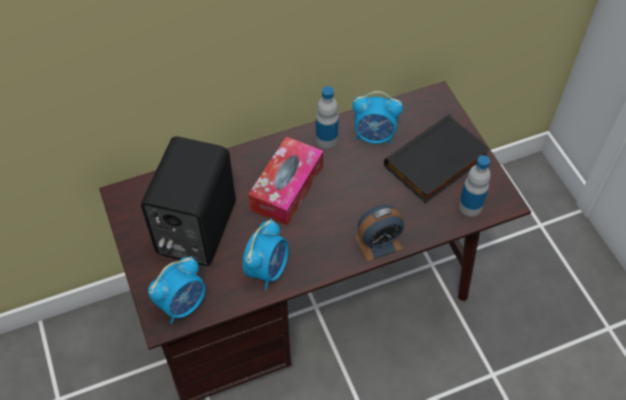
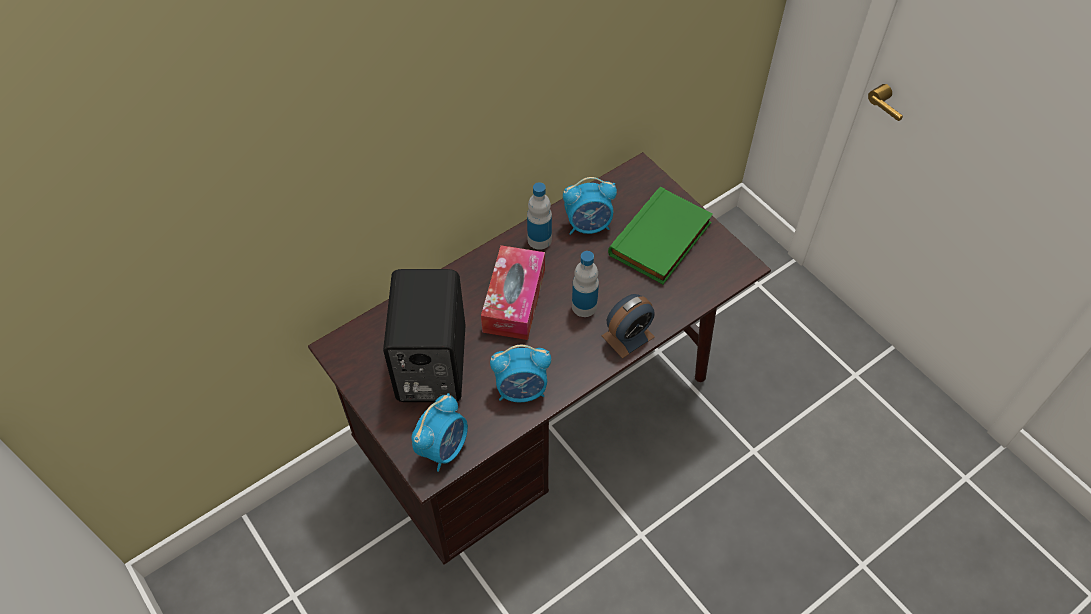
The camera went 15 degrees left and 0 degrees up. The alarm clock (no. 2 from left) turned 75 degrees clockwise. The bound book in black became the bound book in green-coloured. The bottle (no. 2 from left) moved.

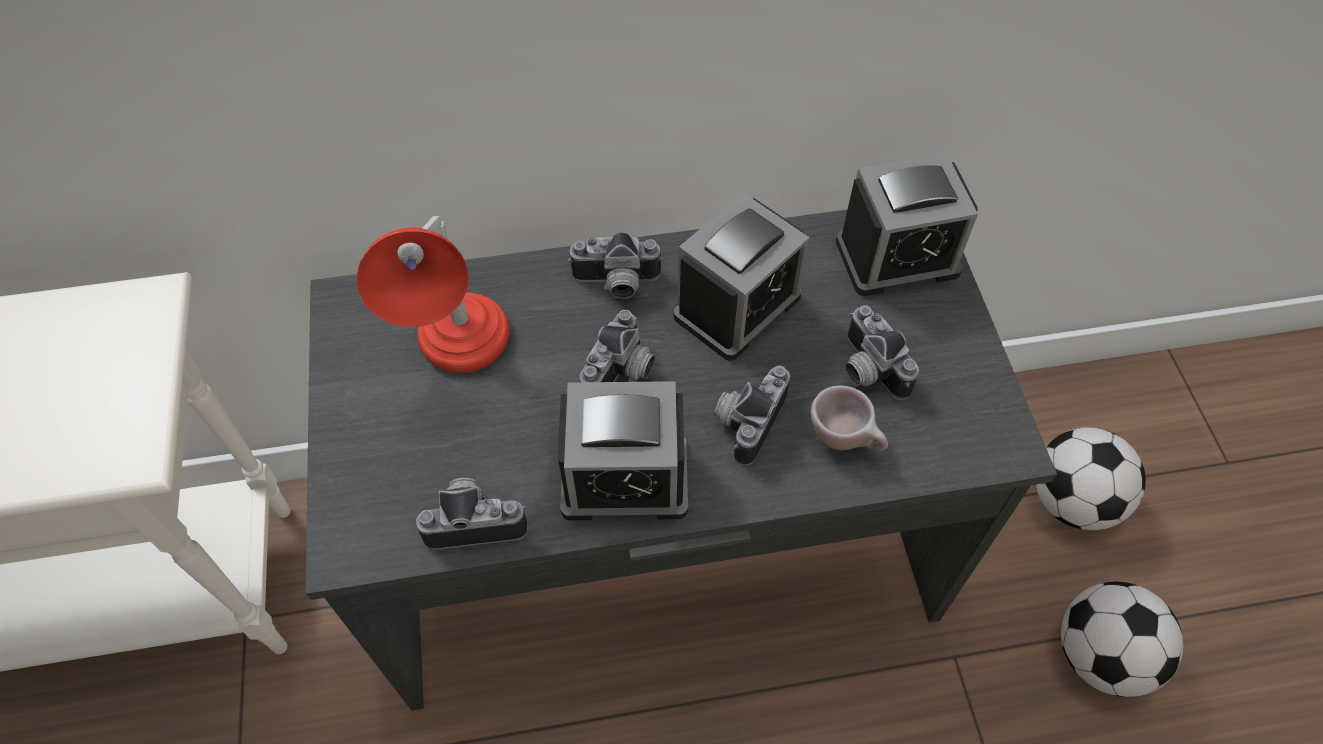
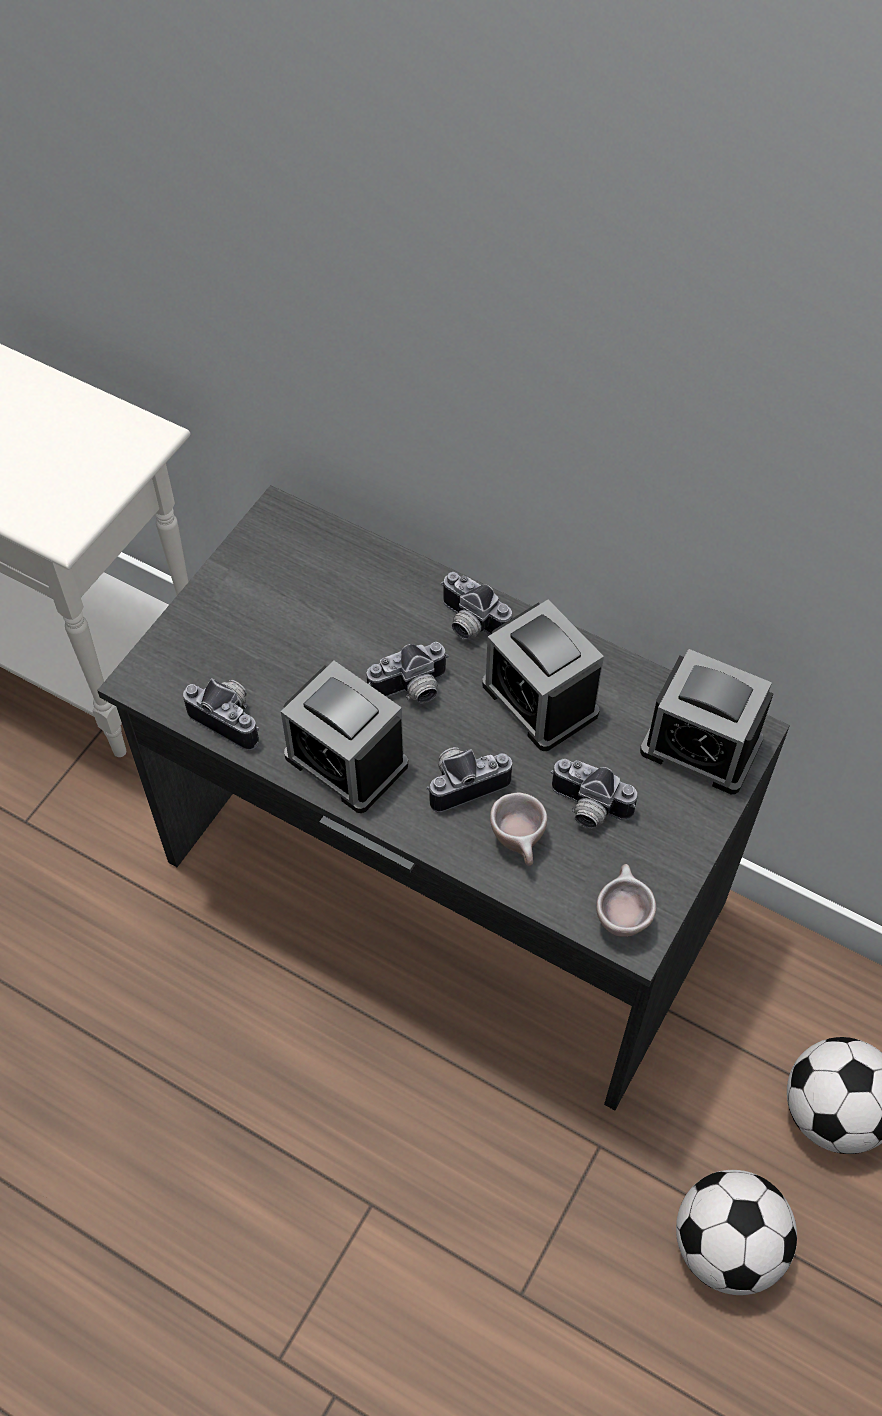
The camera went 40 degrees right and 0 degrees up. The lamp for a table in red disappeared. The alarm clock (no. 2 from left) turned 60 degrees clockwise. The photo camera (no. 5 from left) turned 75 degrees counterclockwise. The cup in beige-coloured (no. 2 from left) appeared.

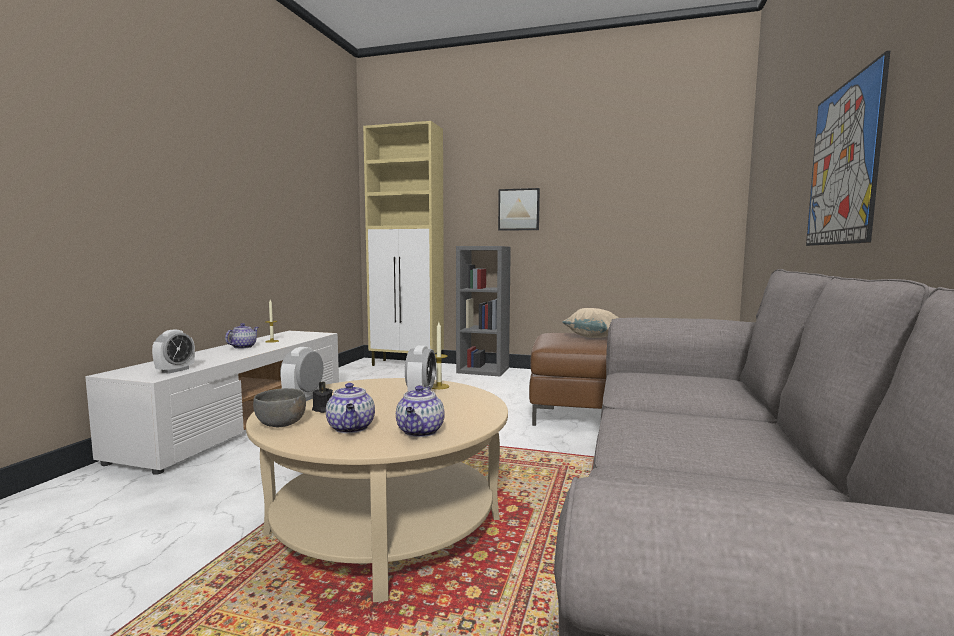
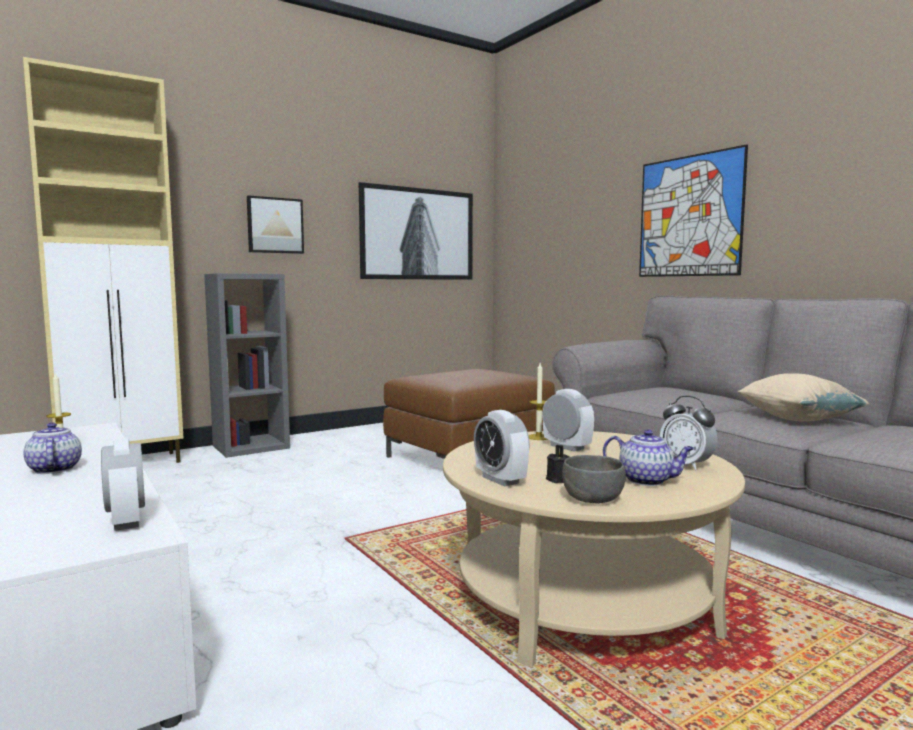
The camera went 50 degrees left and 0 degrees up. The pot for tea (no. 3 from left) was replaced by the alarm clock (no. 4 from left). The cushion in beige-coloured moved. The wall picture (no. 2 from left) appeared.

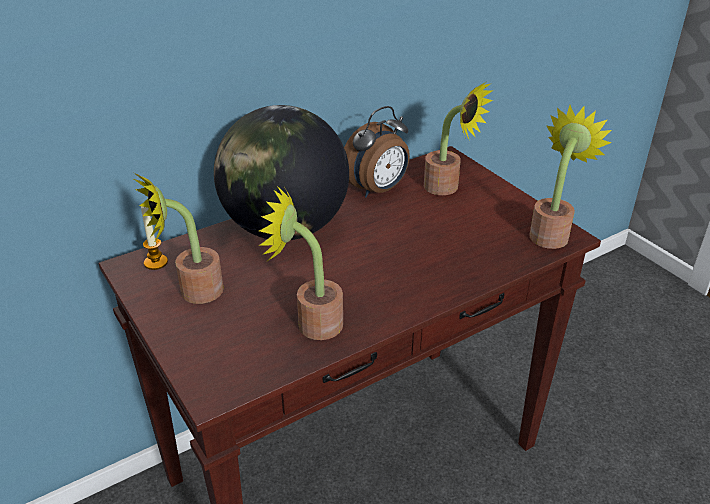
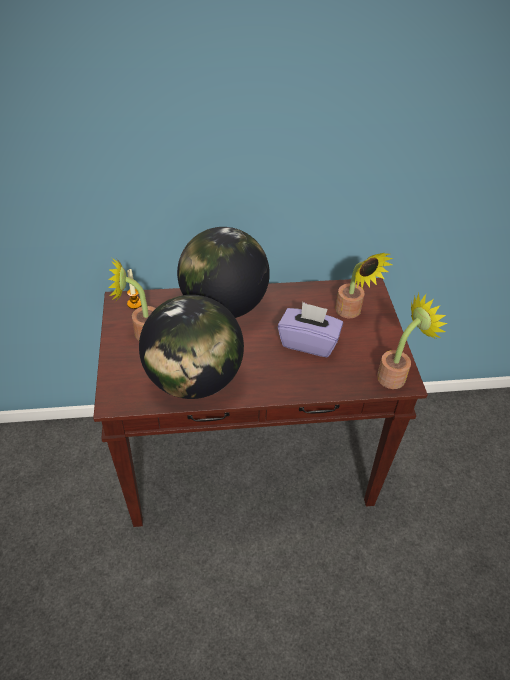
The camera went 25 degrees right and 10 degrees up. The houseplant (no. 2 from left) was replaced by the desk globe (no. 1 from left). The alarm clock disappeared. The box of tissues in purple-coloured appeared.

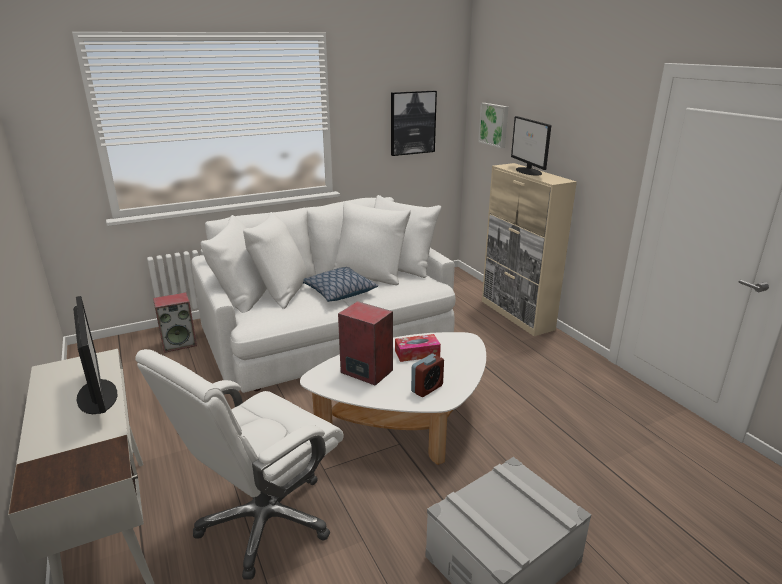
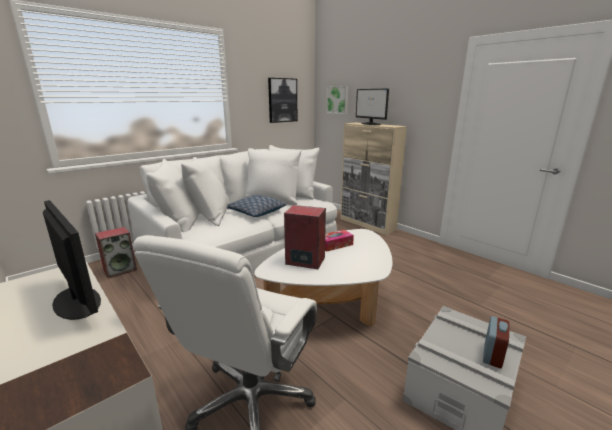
The camera went 15 degrees left and 5 degrees down. The alarm clock moved.

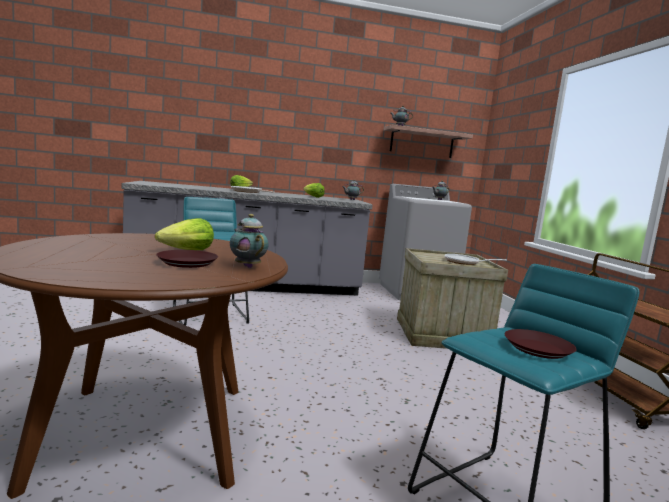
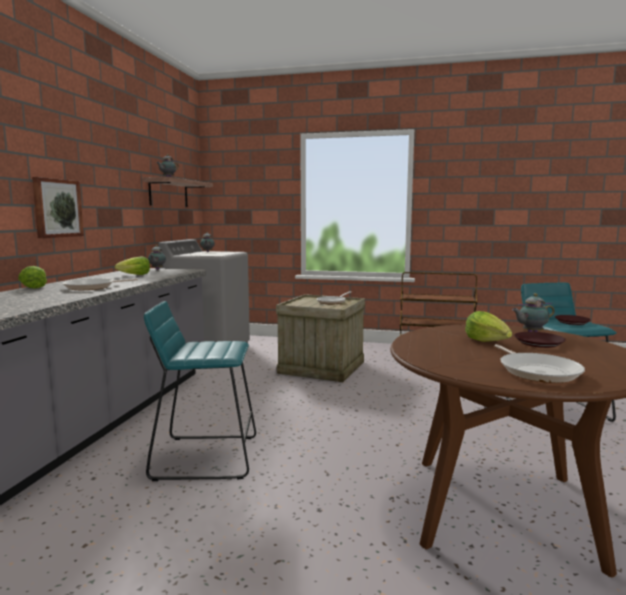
The camera went 65 degrees left and 0 degrees up. The wall picture appeared. The pan (no. 3 from left) appeared.

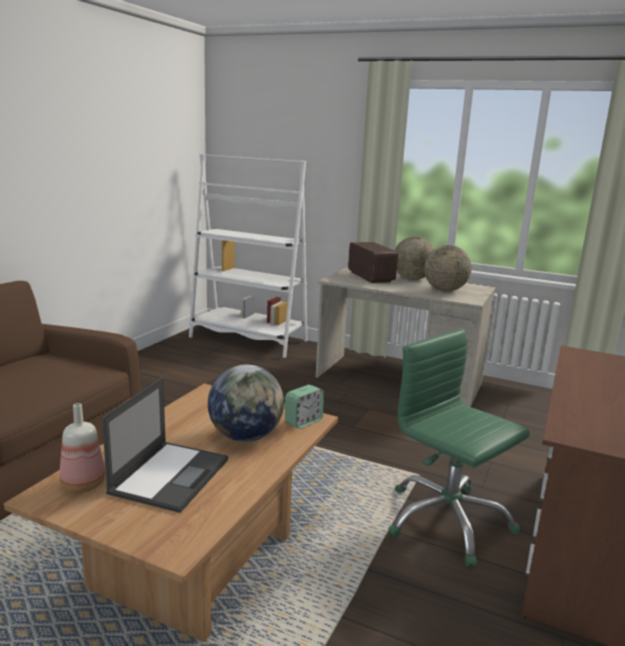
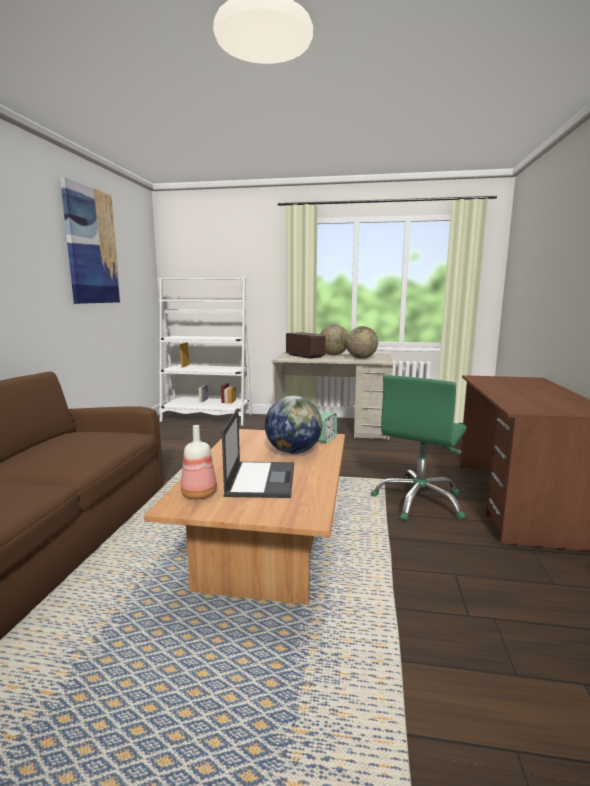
The camera went 15 degrees left and 5 degrees down. The desk chair in green-coloured turned 90 degrees counterclockwise. The wall picture appeared.

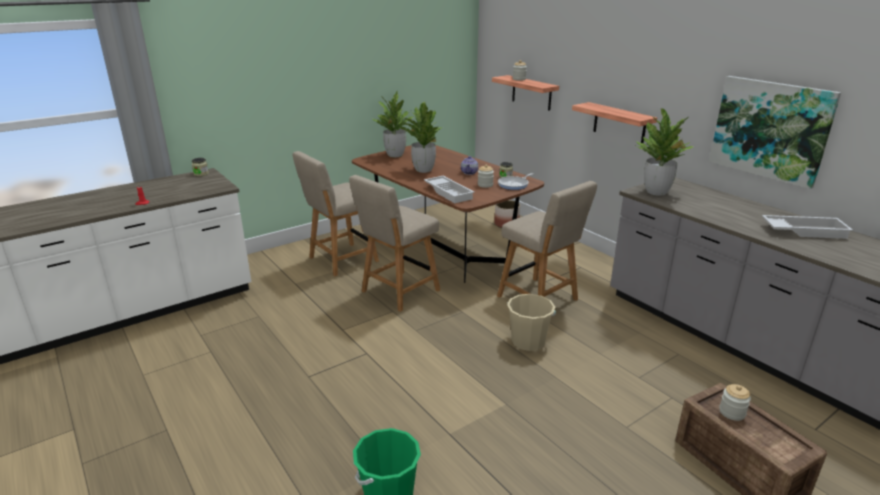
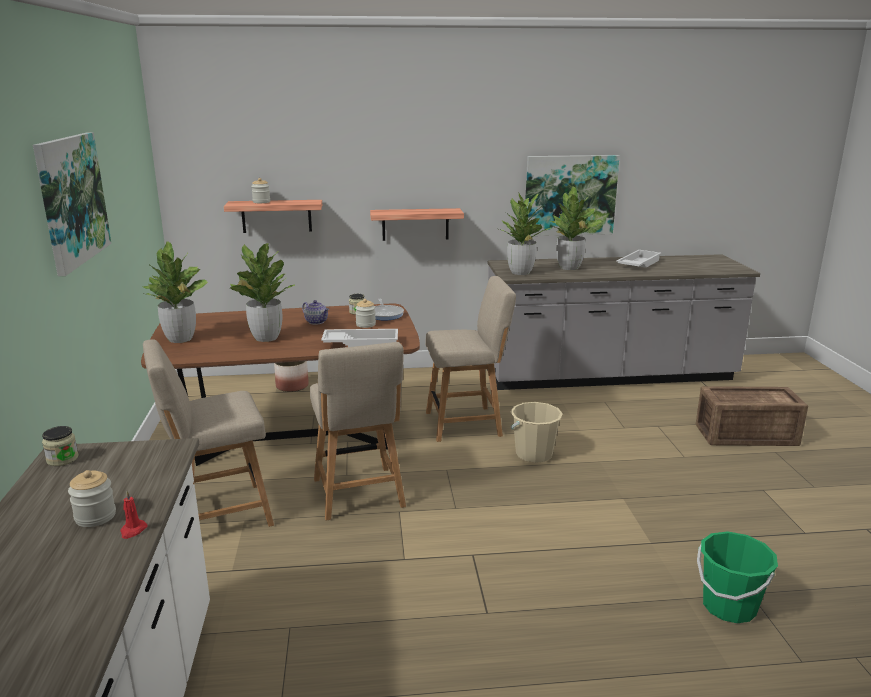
The camera went 60 degrees left and 5 degrees down. The upright chair in beige-coloured (no. 1 from left) turned 75 degrees clockwise. The storage jar (no. 5 from left in the first image) moved. The wall picture (no. 1 from left) appeared. The houseplant (no. 4 from left) appeared.

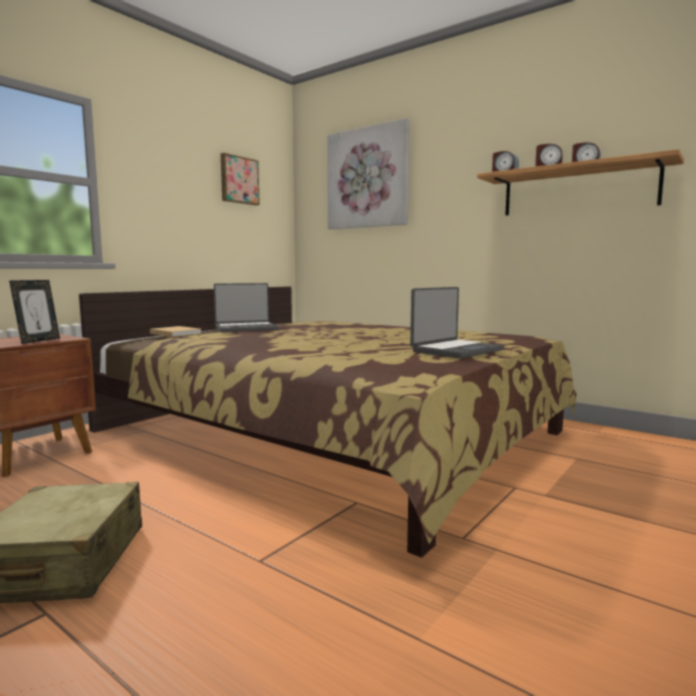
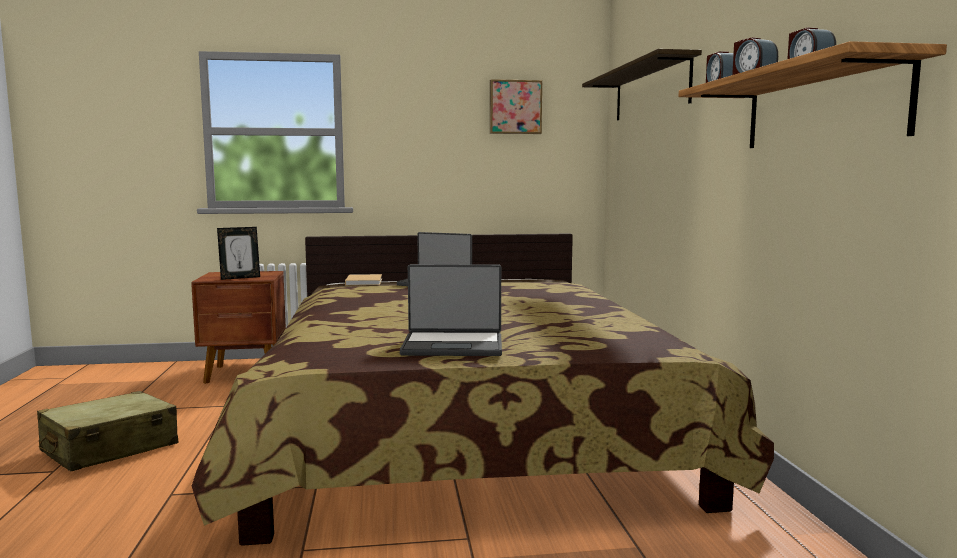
The camera went 45 degrees right and 0 degrees up. The wall picture (no. 2 from left) was replaced by the bracket shelf (no. 1 from left).

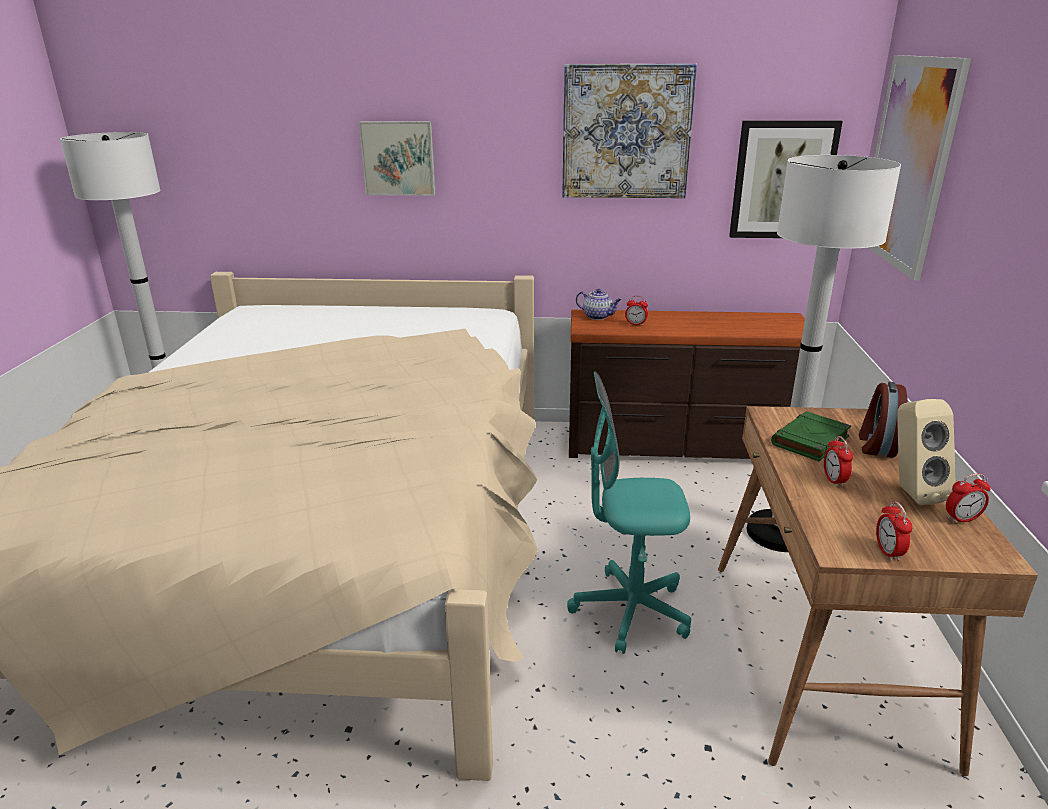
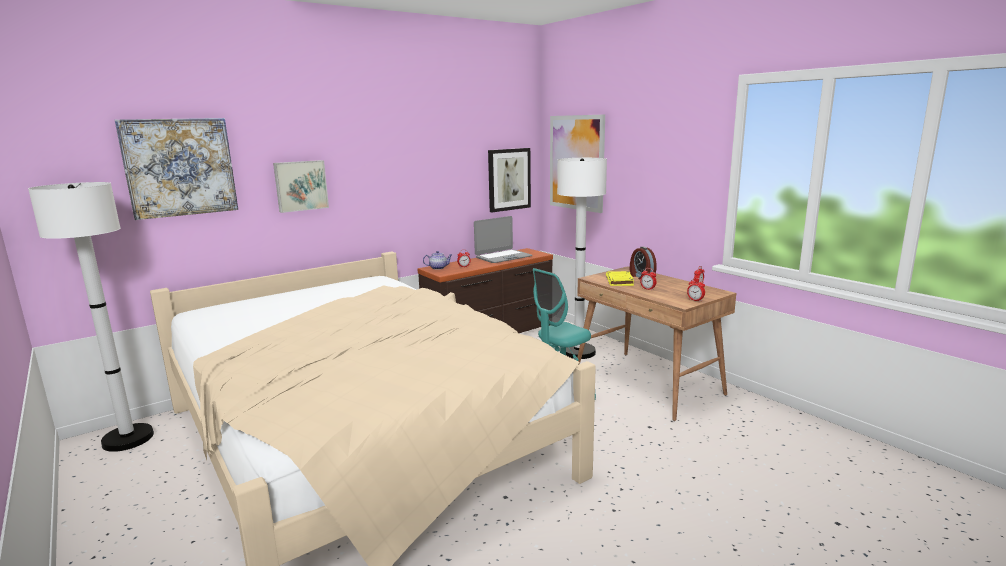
The camera went 40 degrees left and 10 degrees down. The wall picture (no. 2 from left in the first image) moved. The bound book in green-coloured became the bound book in yellow-coloured. The speaker in beige-coloured disappeared. The laptop appeared.

